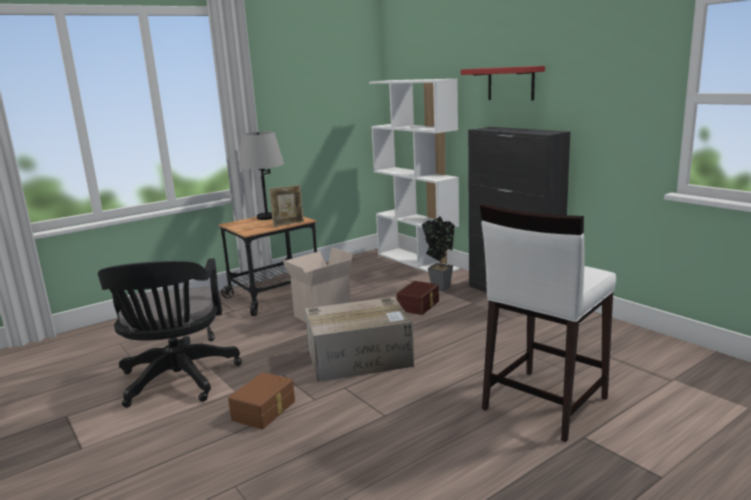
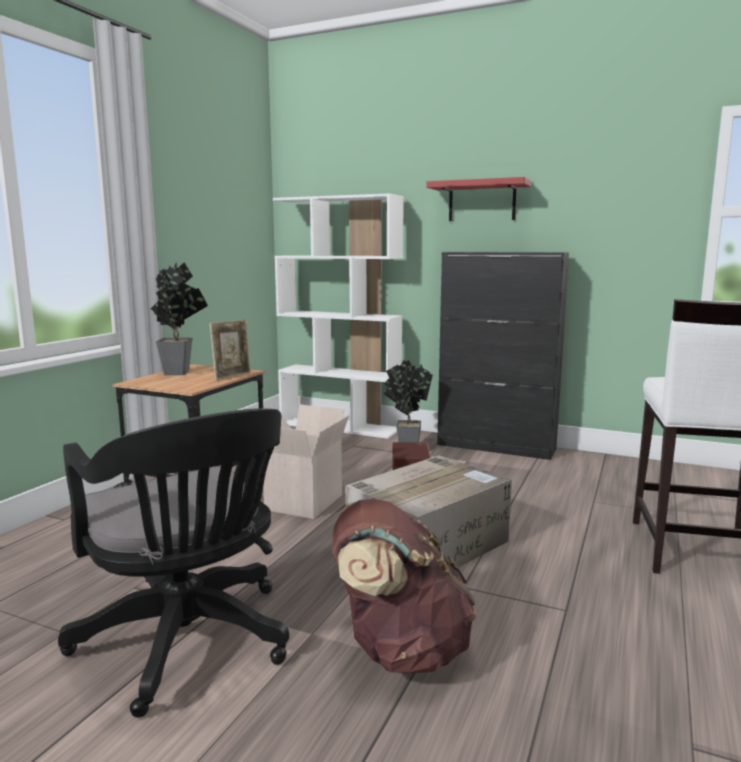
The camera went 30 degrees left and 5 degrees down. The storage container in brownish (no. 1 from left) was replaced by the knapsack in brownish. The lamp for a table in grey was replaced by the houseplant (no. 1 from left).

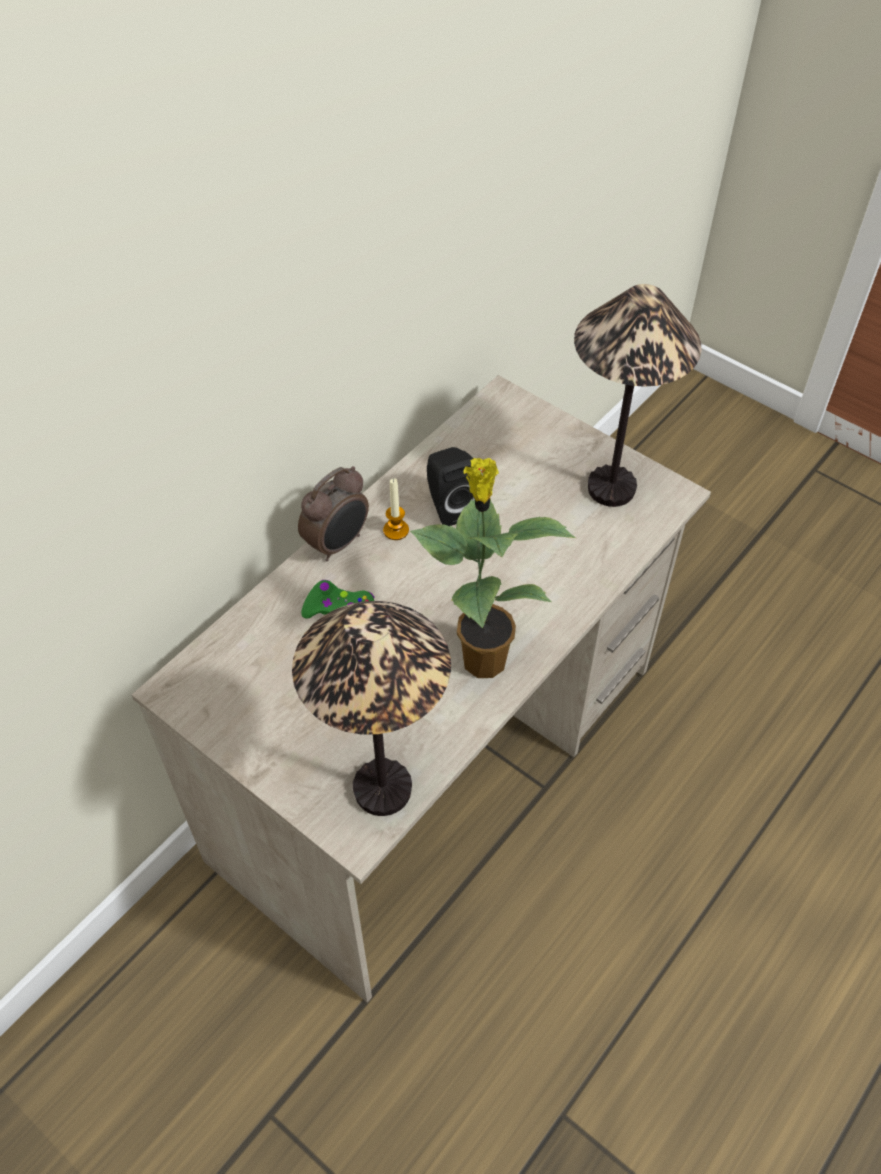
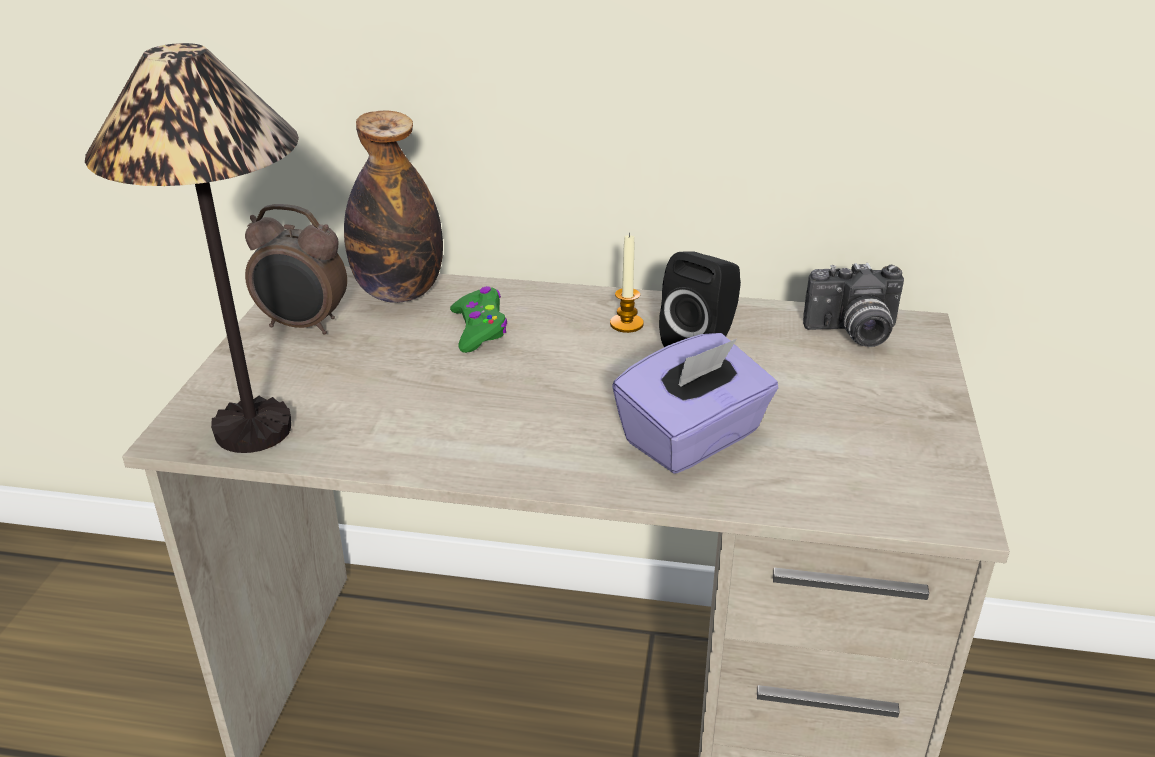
The camera went 60 degrees right and 20 degrees down. The alarm clock moved. The houseplant disappeared. The lamp for a table (no. 2 from left) disappeared. The bottle appeared. The box of tissues in purple-coloured appeared. The photo camera appeared.

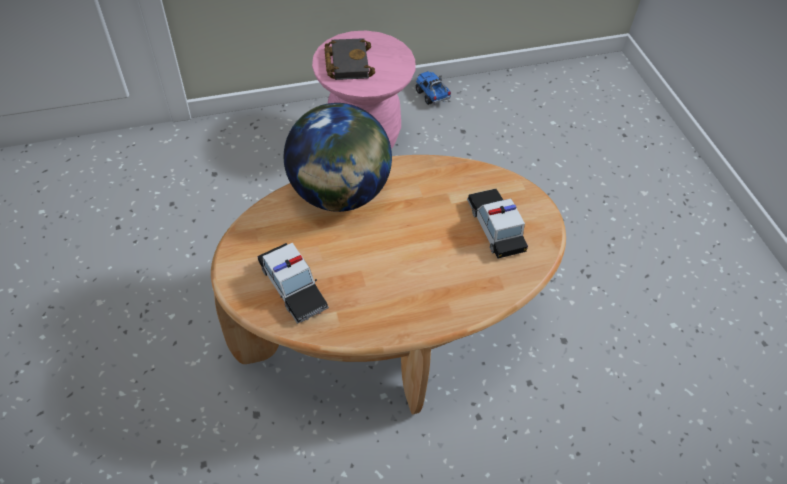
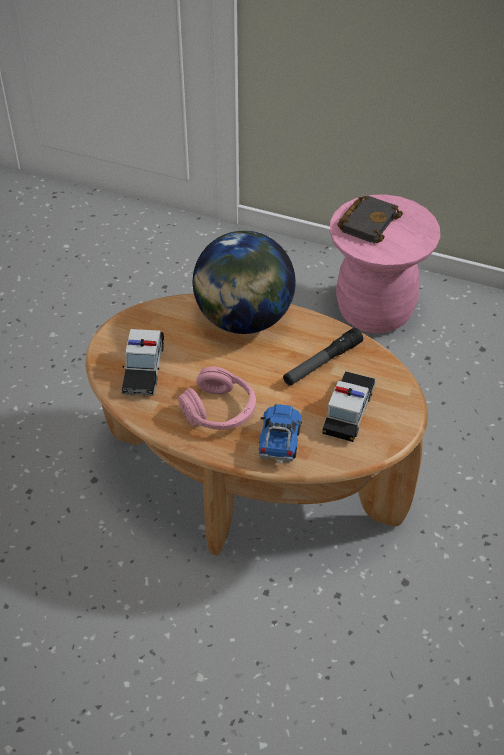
The camera went 40 degrees right and 5 degrees down. The toy lorry moved. The headset in pinkish appeared. The torch appeared.

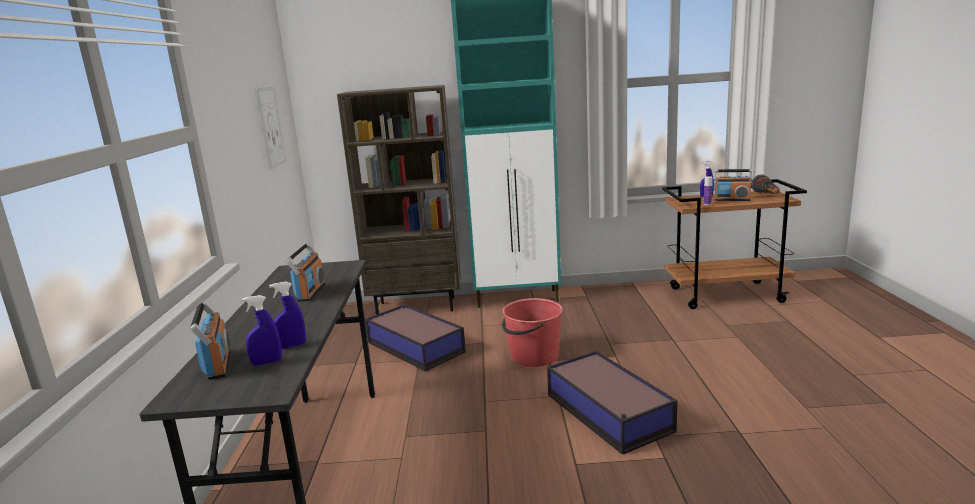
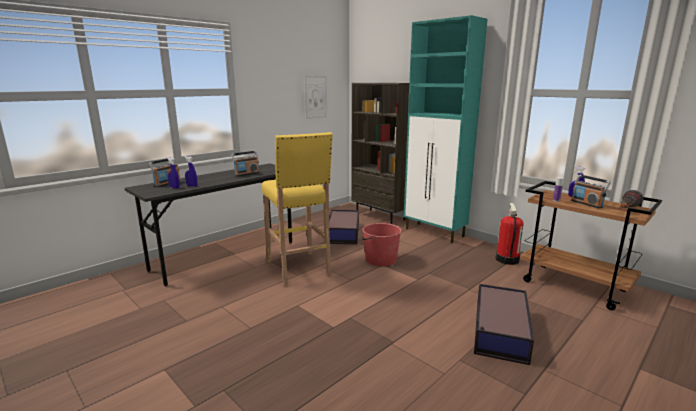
The camera went 45 degrees right and 0 degrees up. The storage container (no. 2 from left) moved. The stool in yellow-coloured appeared. The extinguisher appeared.

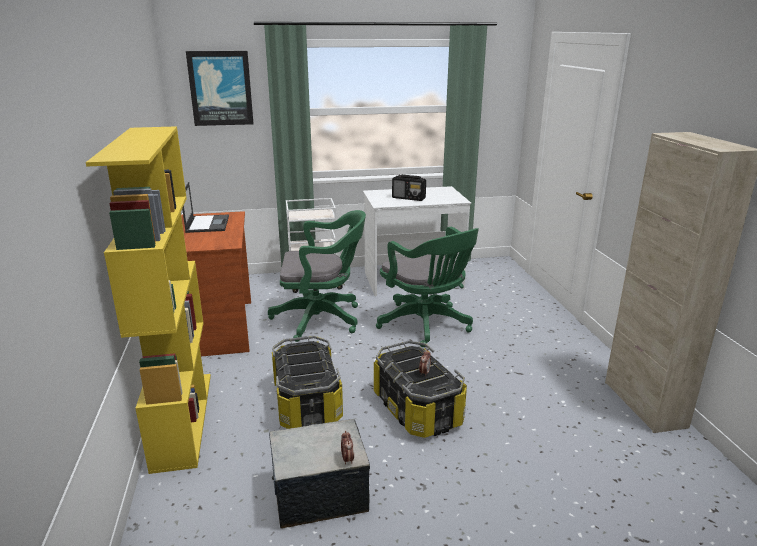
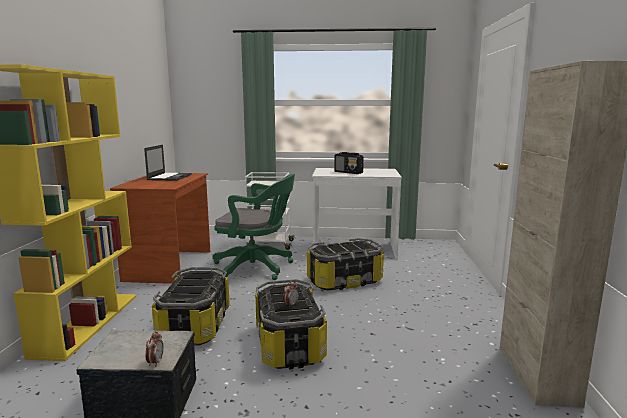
The camera went 15 degrees right and 10 degrees down. The wall picture disappeared. The desk chair in green-coloured (no. 2 from left) was replaced by the storage container (no. 4 from left).

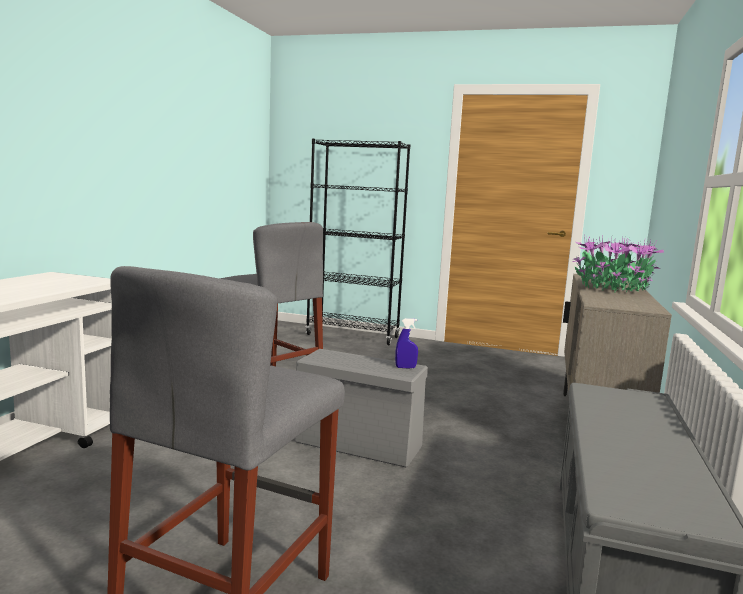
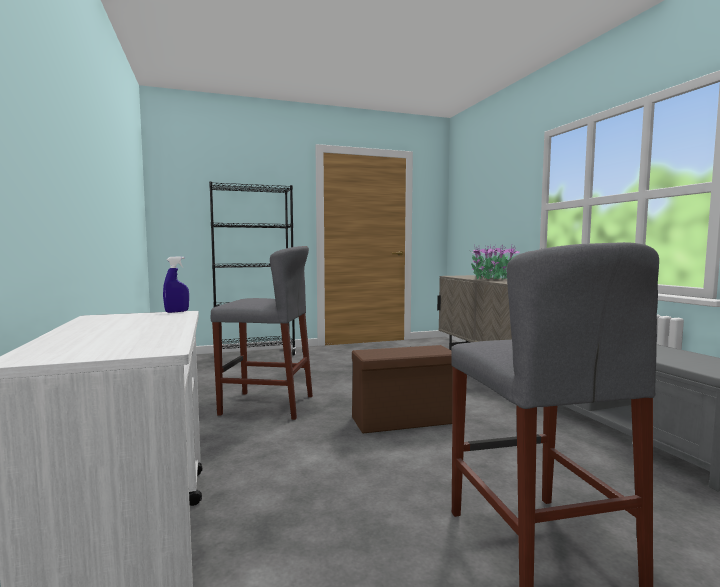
The camera went 35 degrees left and 5 degrees down. The storage container in grey became the storage container in brownish. The hand sprayer in blue moved.

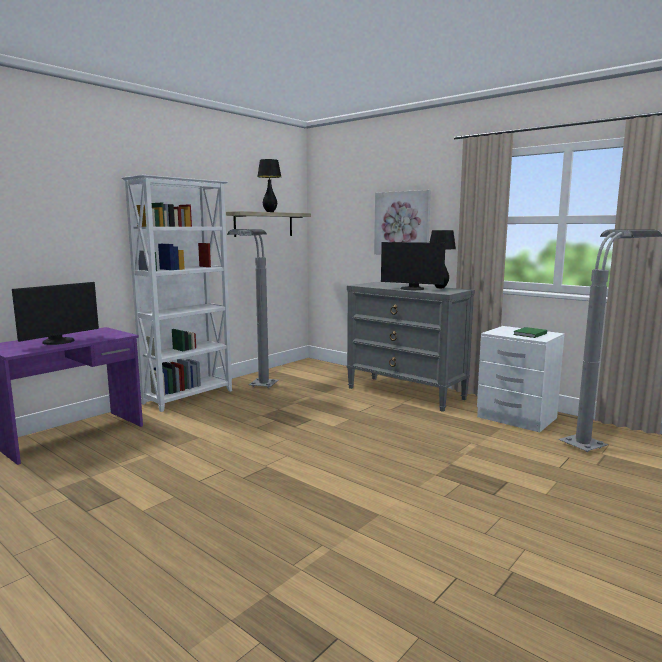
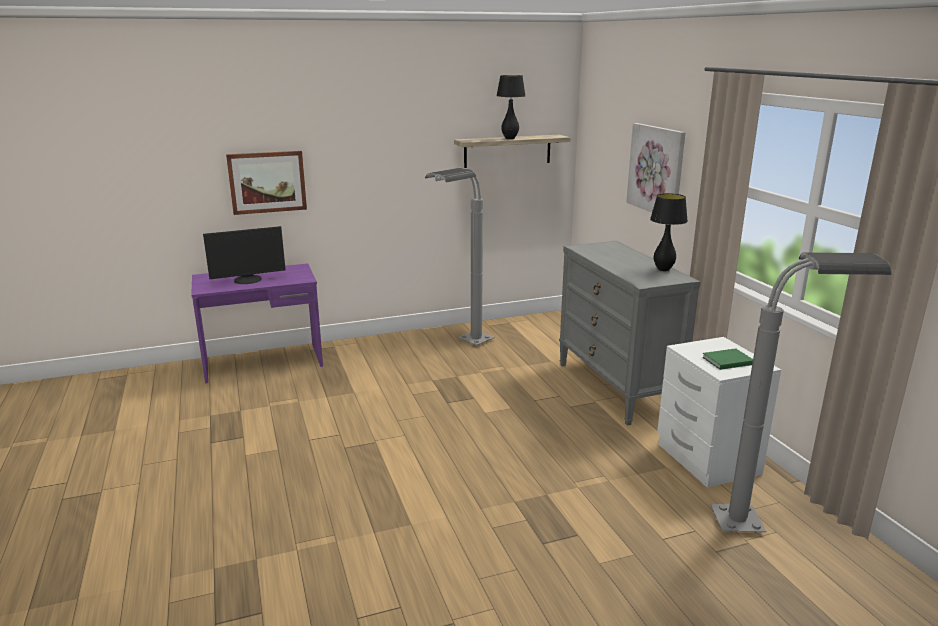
The camera went 30 degrees right and 10 degrees up. The bookcase in white disappeared. The computer display (no. 2 from left) disappeared. The wall picture (no. 1 from left) appeared.

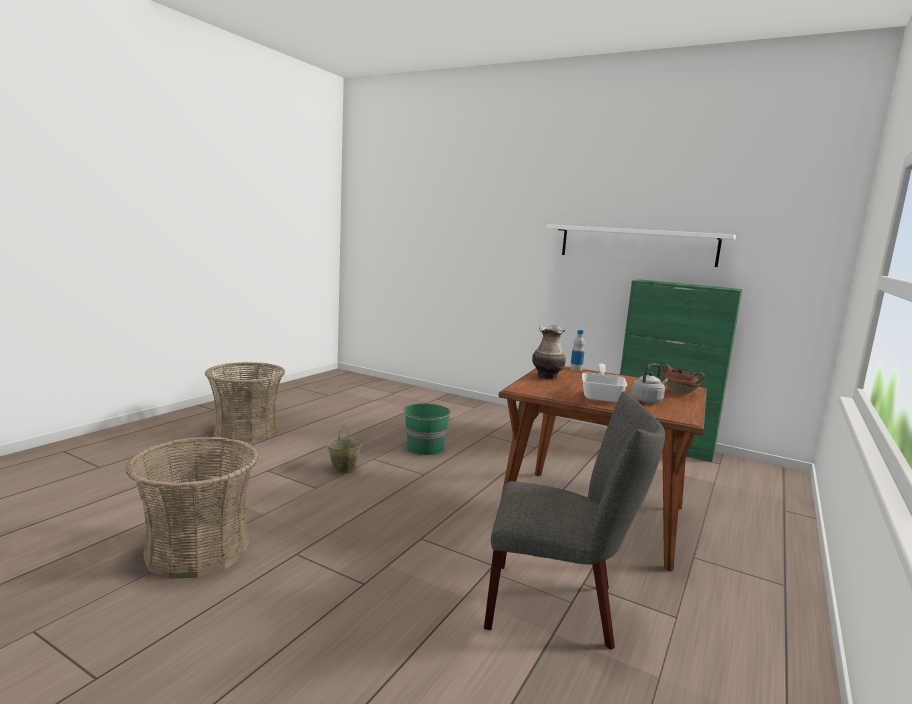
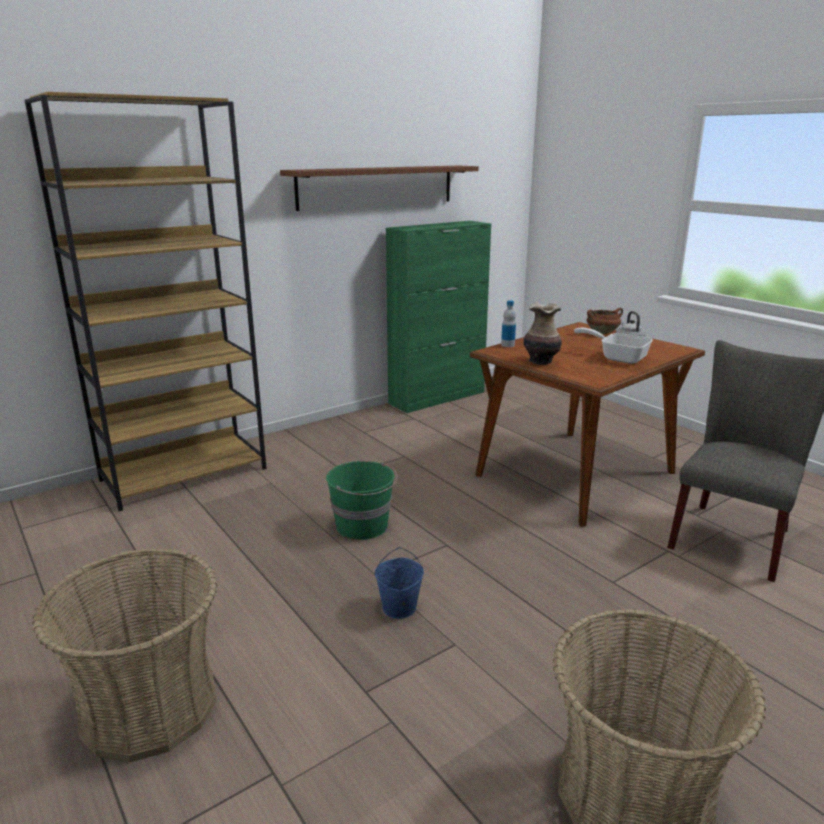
The camera went 65 degrees left and 10 degrees up. The bucket in beige-coloured became the bucket in blue. The bracket shelf in white became the bracket shelf in brownish. The bookcase in brownish appeared.

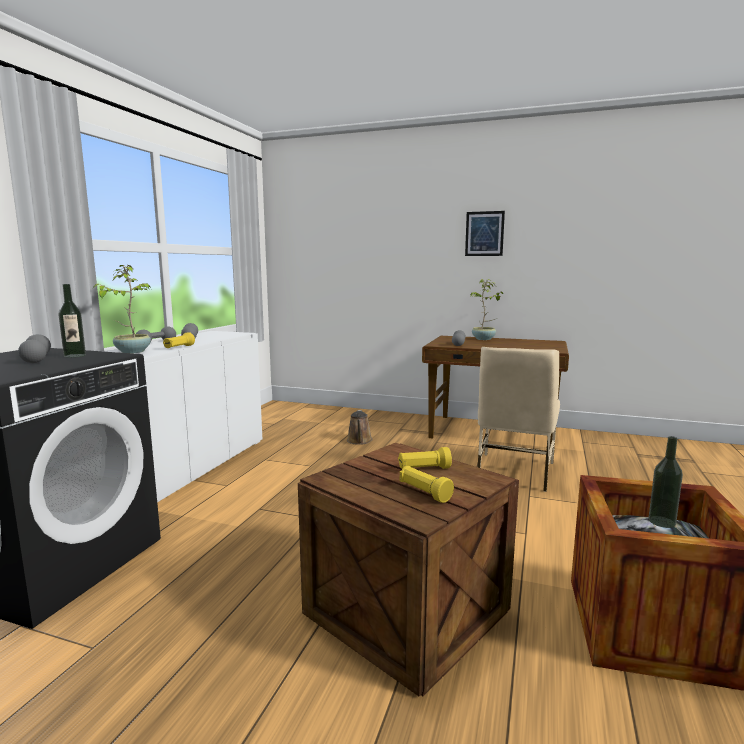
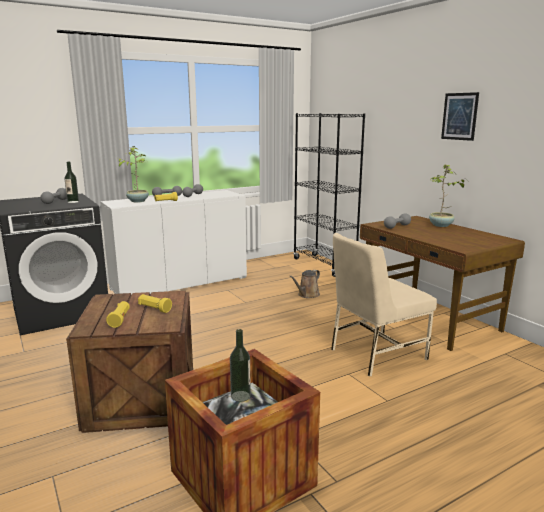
The camera went 40 degrees right and 5 degrees up. The bookcase in black appeared.

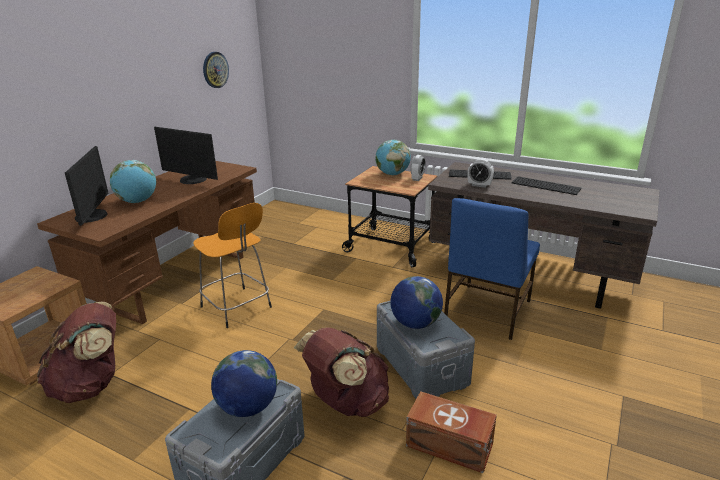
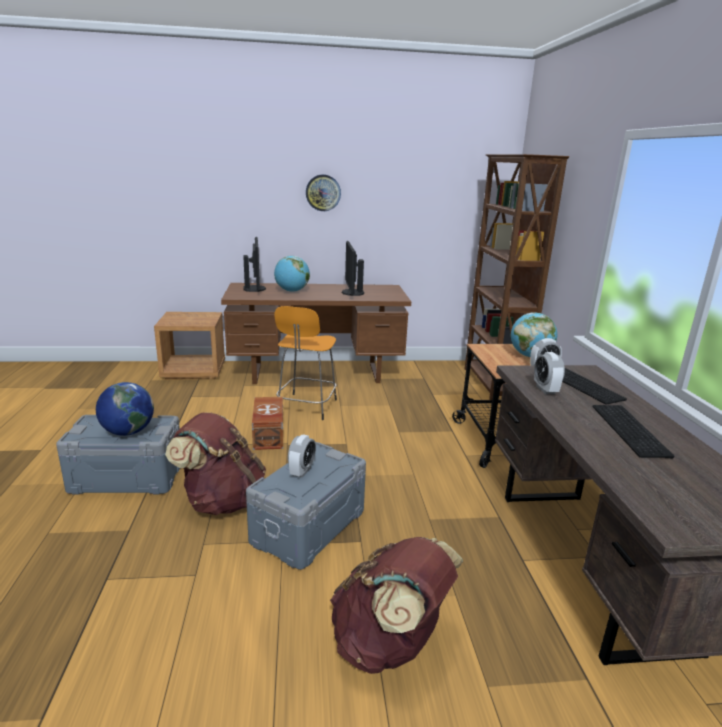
The camera went 55 degrees right and 5 degrees down. The knapsack in brownish (no. 1 from left in the first image) moved. The computer display (no. 1 from left) turned 60 degrees counterclockwise. The clock on the wall moved. The desk globe (no. 4 from left) was replaced by the alarm clock (no. 1 from left). The storage container in brownish moved. The upright chair in blue disappeared. The bookcase in brownish appeared.

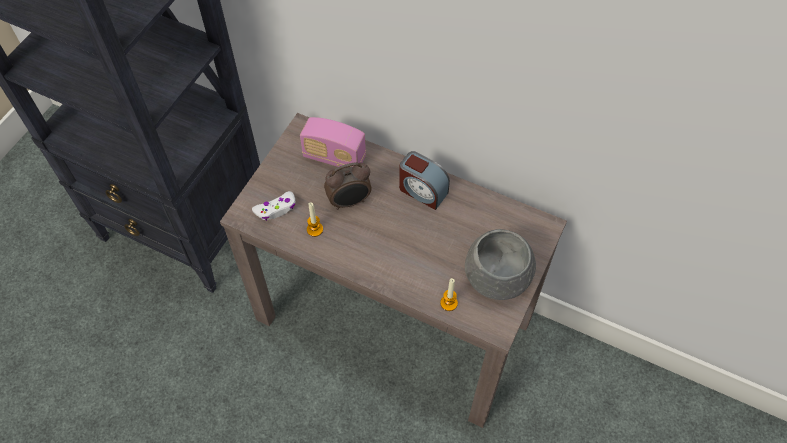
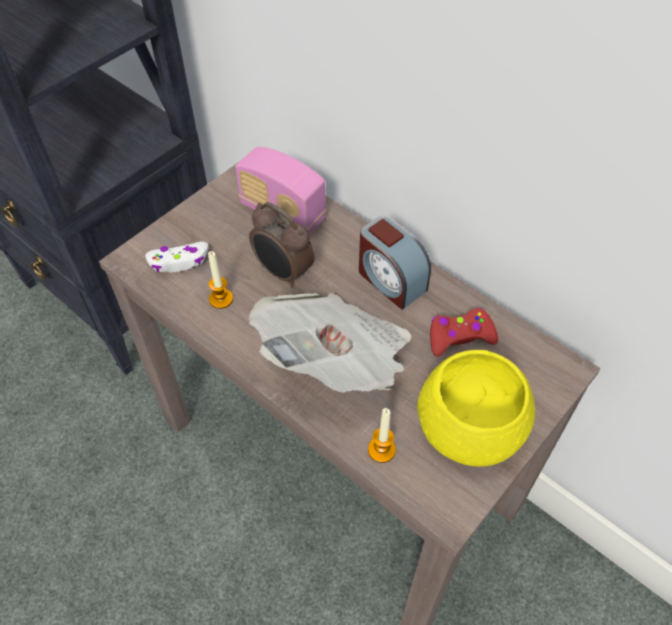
The camera went 15 degrees right and 5 degrees down. The alarm clock (no. 1 from left) turned 45 degrees clockwise. The bowl in grey became the bowl in yellow-coloured. The daily paper appeared. The joypad in red appeared.

